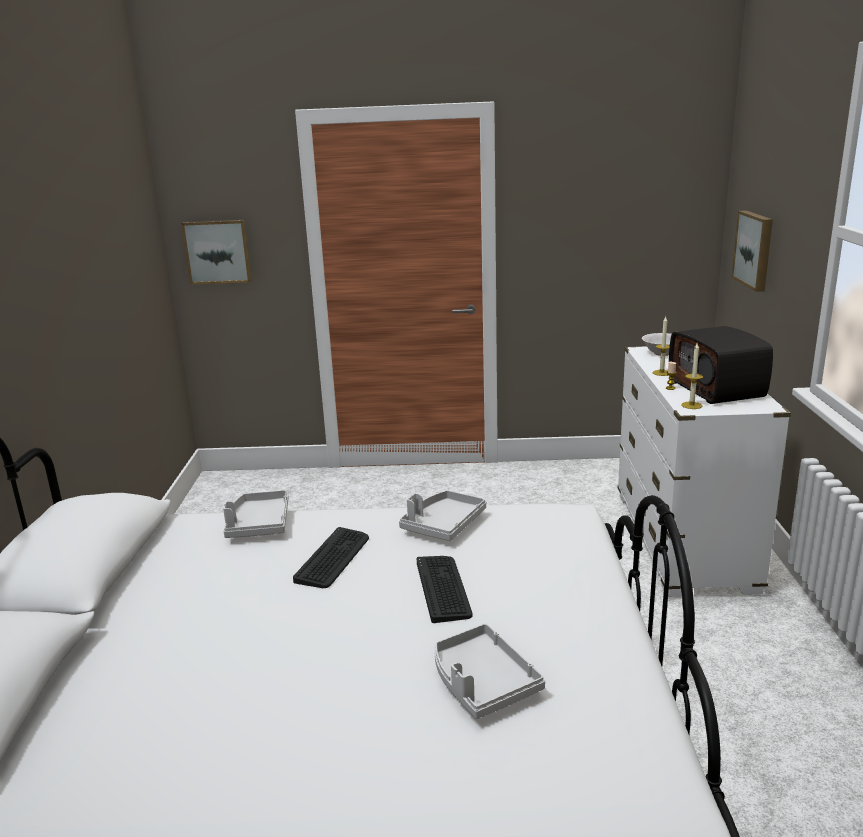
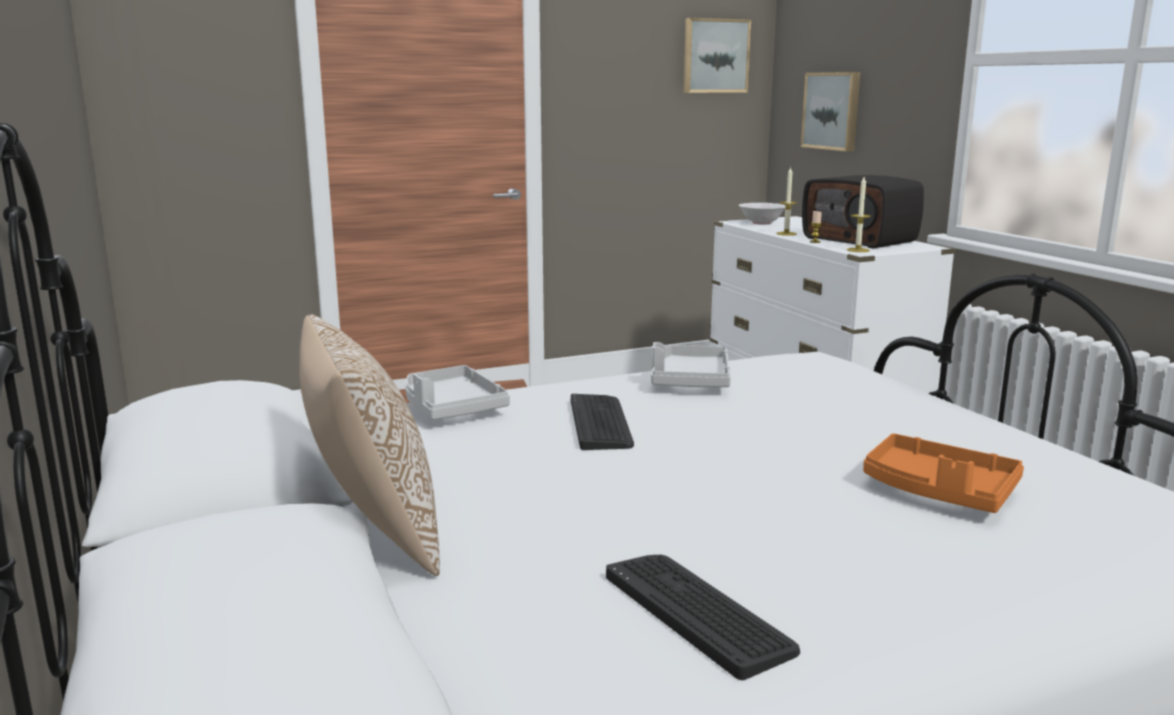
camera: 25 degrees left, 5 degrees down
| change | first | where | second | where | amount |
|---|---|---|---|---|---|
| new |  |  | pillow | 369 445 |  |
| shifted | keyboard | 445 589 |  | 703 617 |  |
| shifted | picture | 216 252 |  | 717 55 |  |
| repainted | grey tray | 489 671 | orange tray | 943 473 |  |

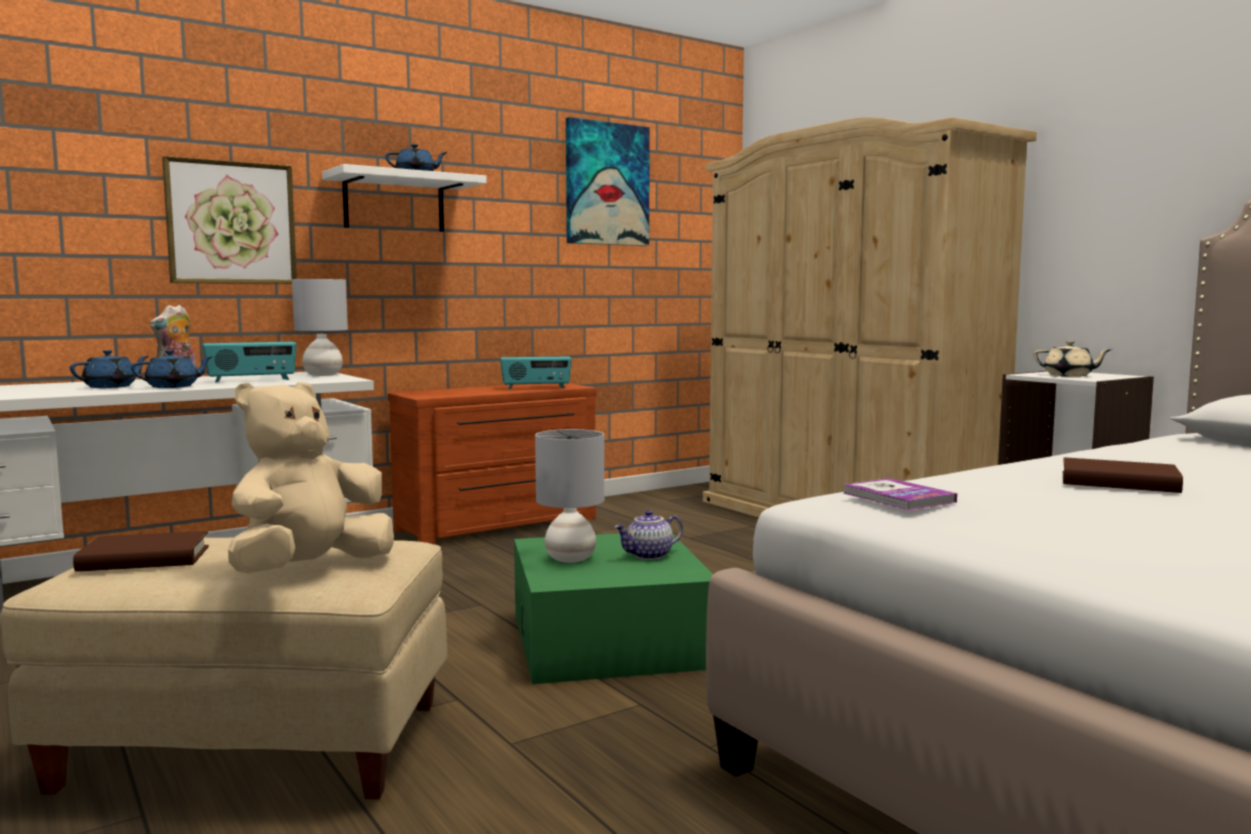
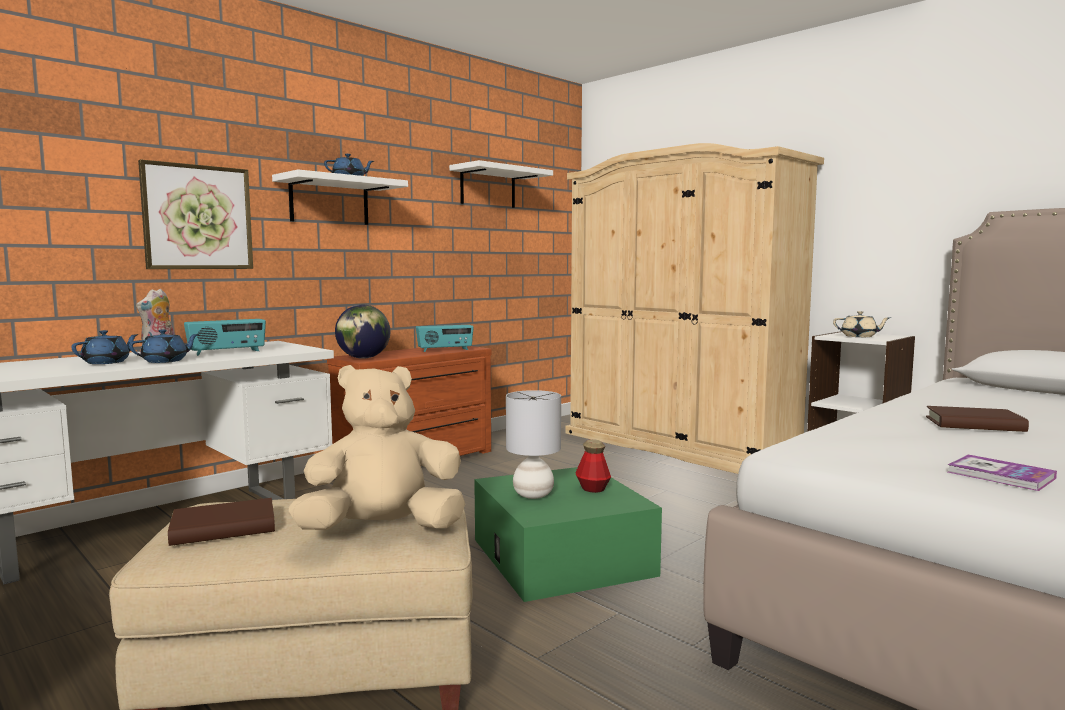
camera: 10 degrees left, 0 degrees up
| change | first | where | second | where | amount |
|---|---|---|---|---|---|
| rotated | beige plush toy | 311 477 |  | 377 447 | 45 degrees clockwise |
| new |  |  | globe | 362 332 |  |
| swapped | picture | 608 181 | white shelf | 501 184 |  |
| swapped | teapot | 649 535 | bottle | 593 466 |  |
| shifted | book | 900 494 |  | 1002 473 |  |
| gone | grey table lamp | 320 327 |  |  |  |

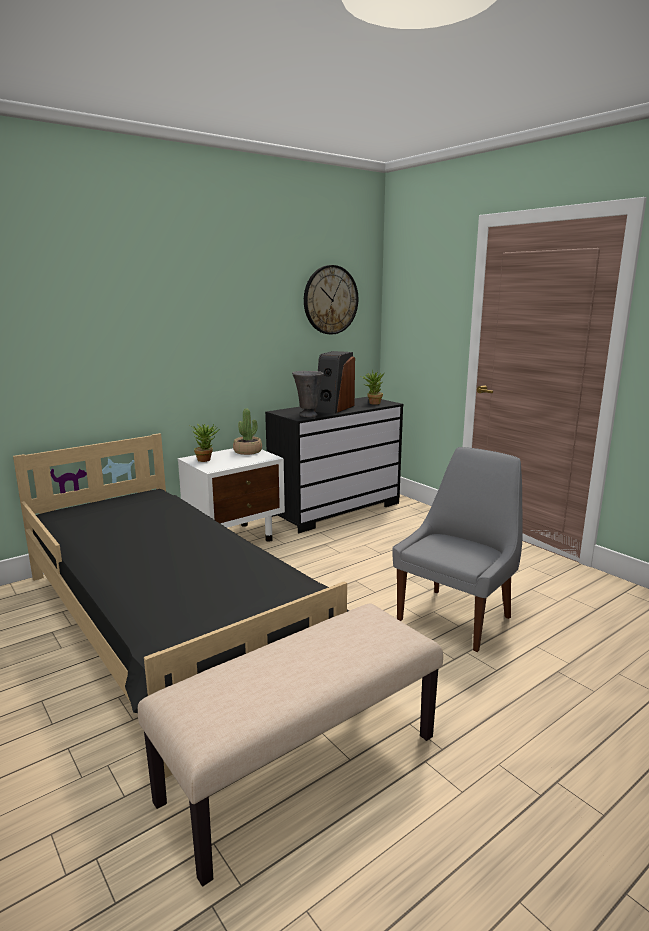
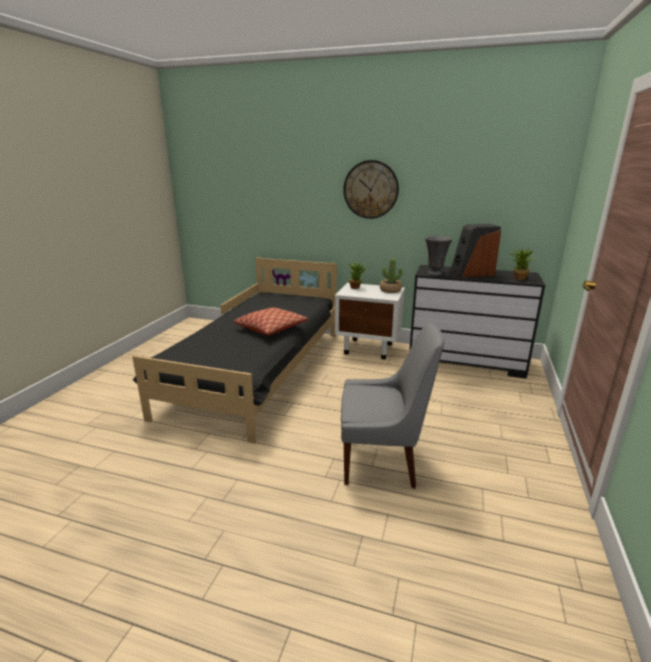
camera: 55 degrees right, 5 degrees up
| change | first | where | second | where | amount |
|---|---|---|---|---|---|
| new |  |  | pillow | 271 322 |  |
| shifted | wall clock | 331 299 |  | 371 189 |  |
| gone | beige bench | 290 745 |  |  |  |

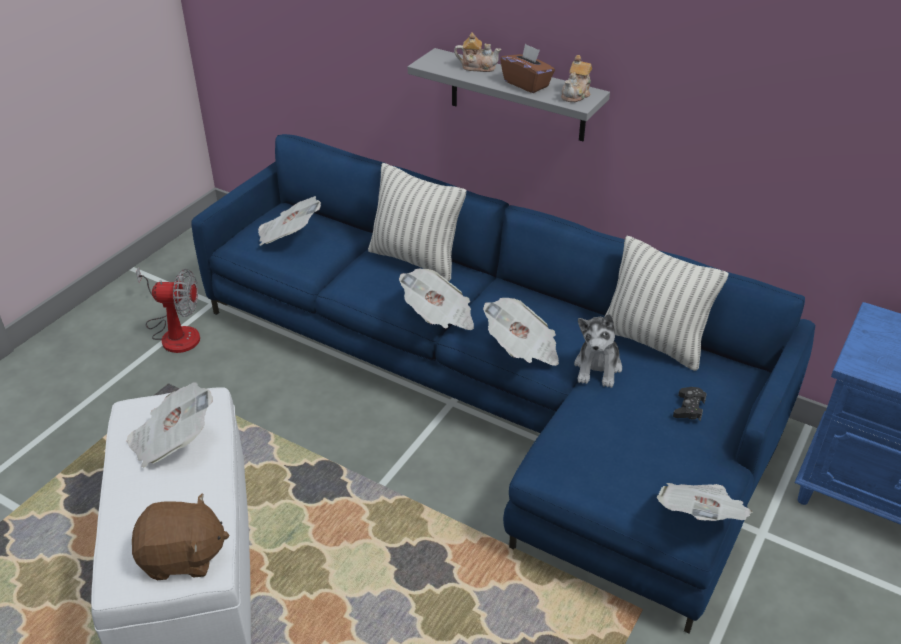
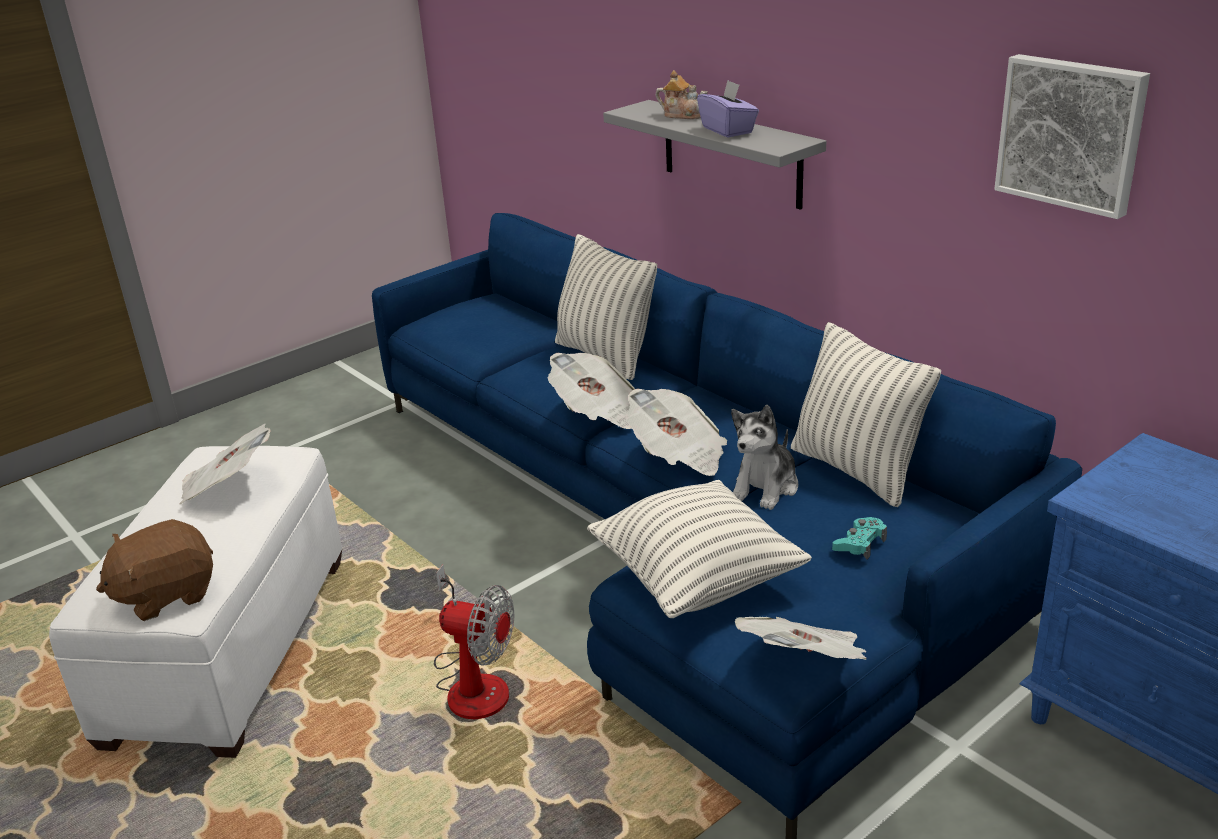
camera: 20 degrees right, 10 degrees down
| change | first | where | second | where | amount |
|---|---|---|---|---|---|
| rotated | brown plush toy | 180 536 |  | 154 570 | 135 degrees clockwise |
| shifted | fan | 168 309 |  | 474 642 |  |
| new |  |  | pillow | 699 549 |  |
| repainted | brown tissue box | 527 68 | purple tissue box | 728 108 |  |
| repainted | black game controller | 690 404 | turquoise game controller | 859 538 |  |
| new |  |  | picture | 1072 136 |  |
| gone | newspaper | 289 221 |  |  |  |
| gone | teapot | 576 78 |  |  |  |

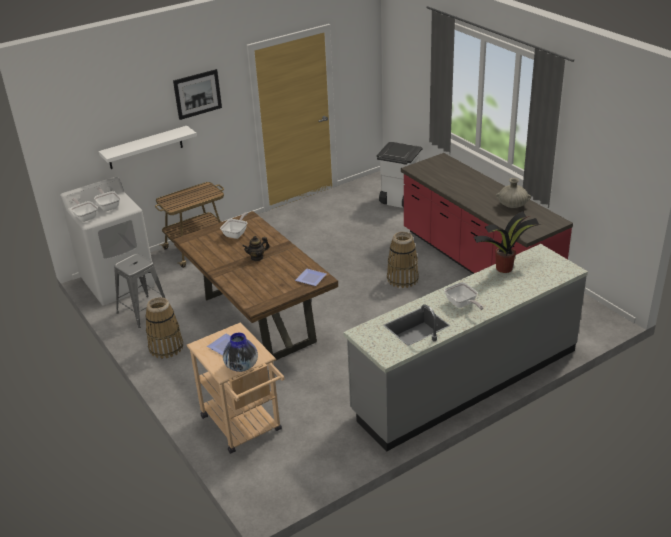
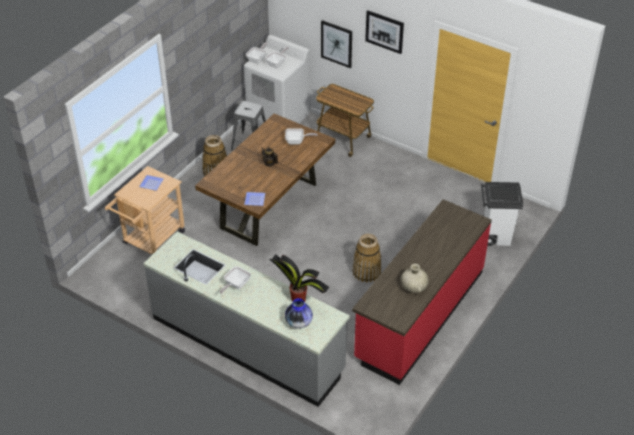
camera: 65 degrees right, 10 degrees up
| change | first | where | second | where | amount |
|---|---|---|---|---|---|
| shifted | vase | 240 352 |  | 299 313 |  |
| swapped | white shelf | 148 147 | picture | 336 44 |  |

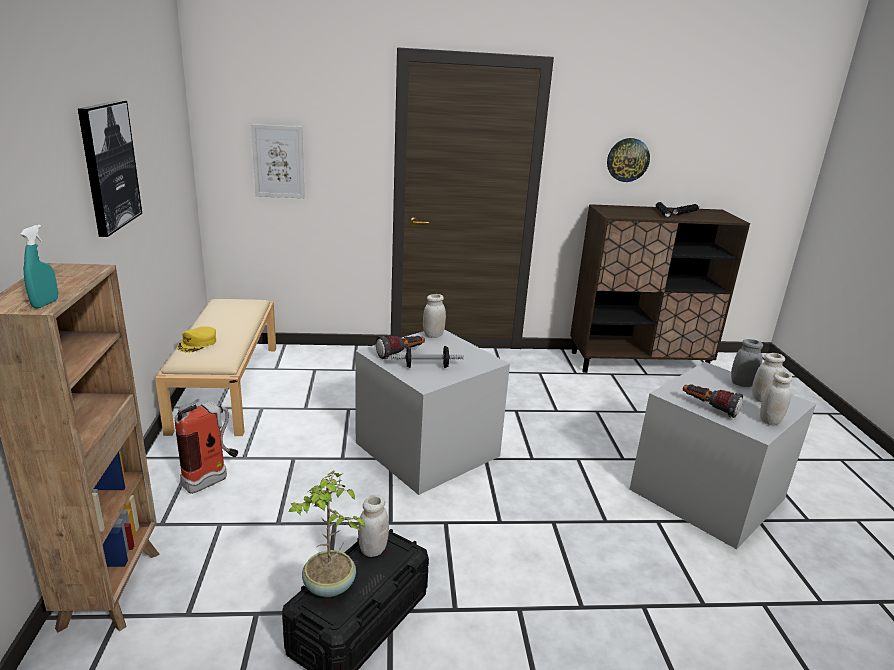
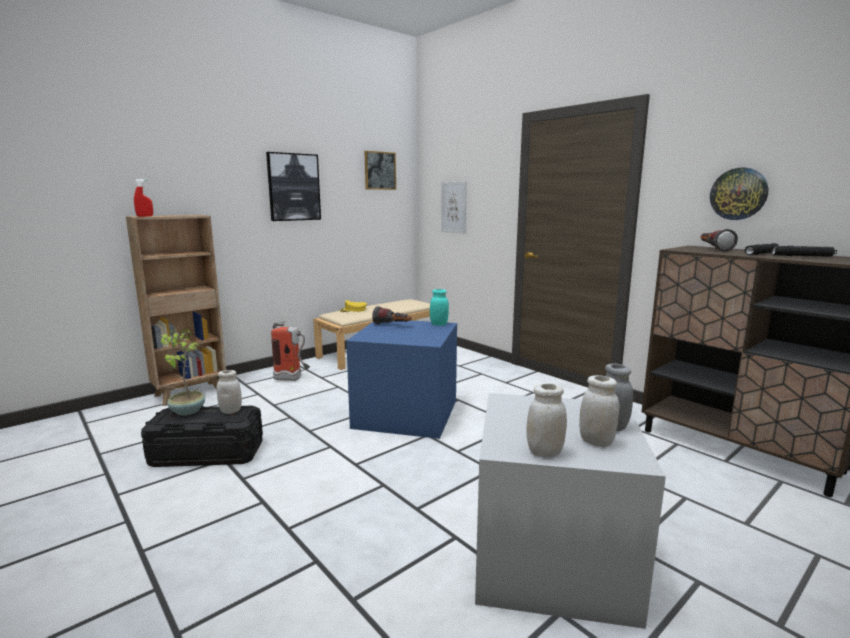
camera: 55 degrees right, 10 degrees down
| change | first | where | second | where | amount |
|---|---|---|---|---|---|
| repainted | turquoise spray bottle | 39 267 | red spray bottle | 143 198 |  |
| repainted | grey storage box | 432 412 | blue storage box | 401 379 |  |
| new |  |  | picture | 380 170 |  |
| repainted | white jar | 434 316 | turquoise jar | 439 307 |  |
| shifted | flashlight | 713 401 |  | 719 240 |  |
| gone | dumbbell | 427 357 |  |  |  |

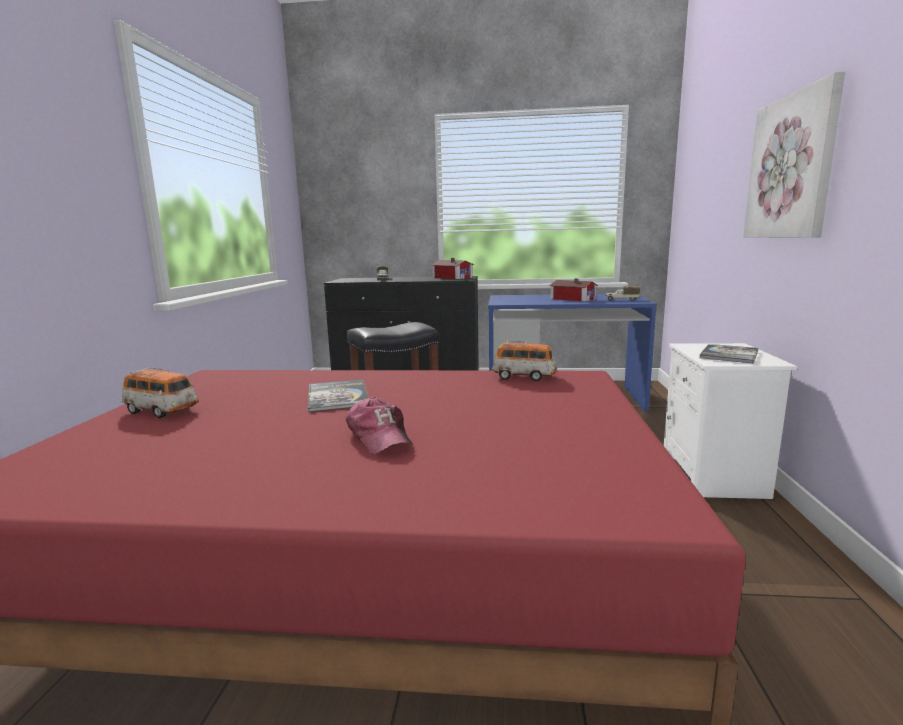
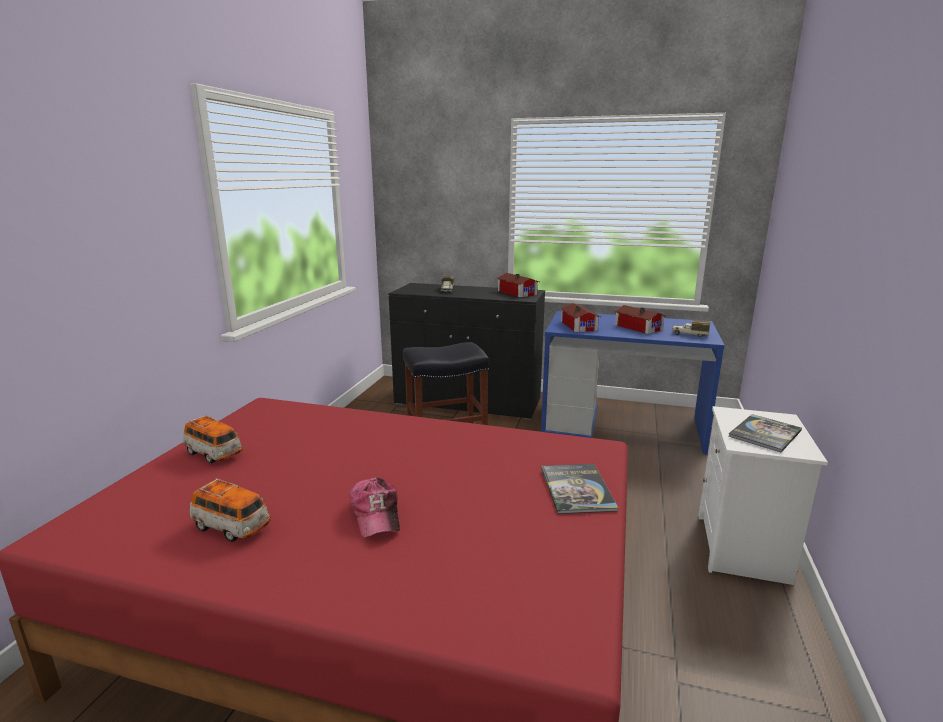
camera: 10 degrees right, 5 degrees up
| change | first | where | second | where | amount |
|---|---|---|---|---|---|
| shifted | toy car | 524 360 |  | 230 510 |  |
| shifted | book | 338 395 |  | 579 489 |  |
| new |  |  | toy house | 580 317 |  |
| gone | picture | 794 155 |  |  |  |

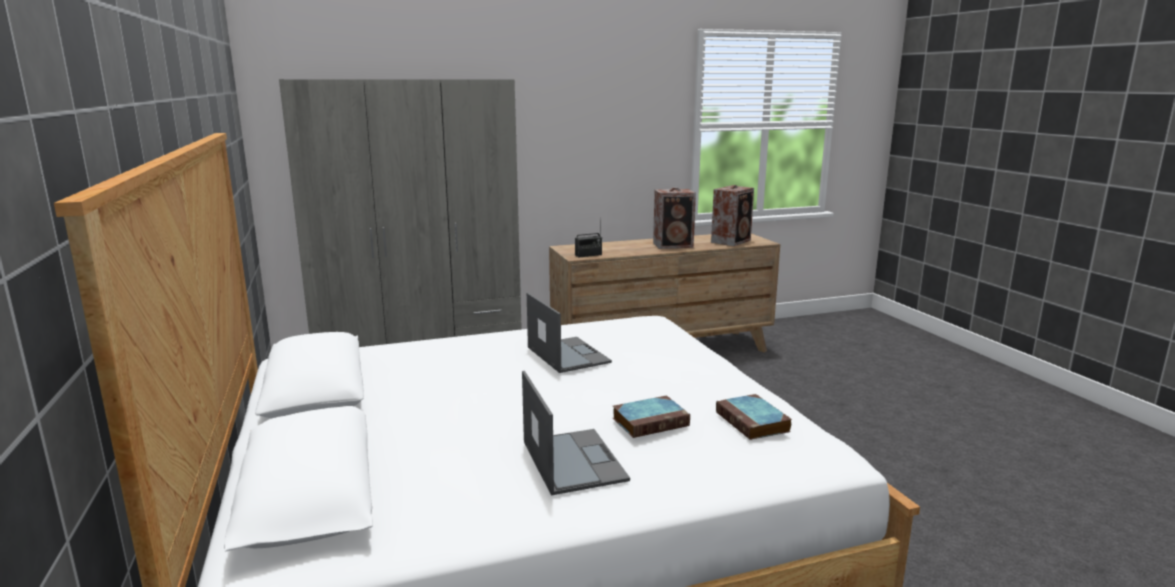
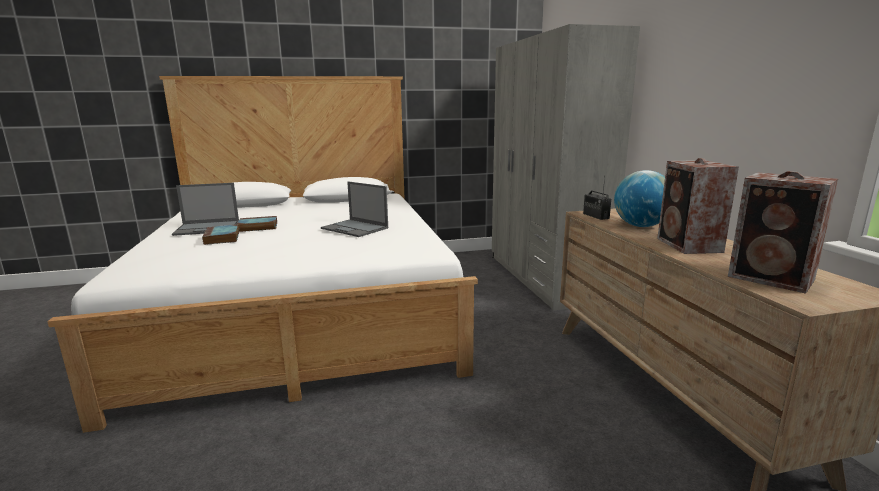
camera: 95 degrees right, 0 degrees up
| change | first | where | second | where | amount |
|---|---|---|---|---|---|
| shifted | book | 754 417 |  | 257 224 |  |
| rotated | laptop | 569 333 |  | 354 209 | 60 degrees clockwise |
| new |  |  | globe | 639 198 |  |

